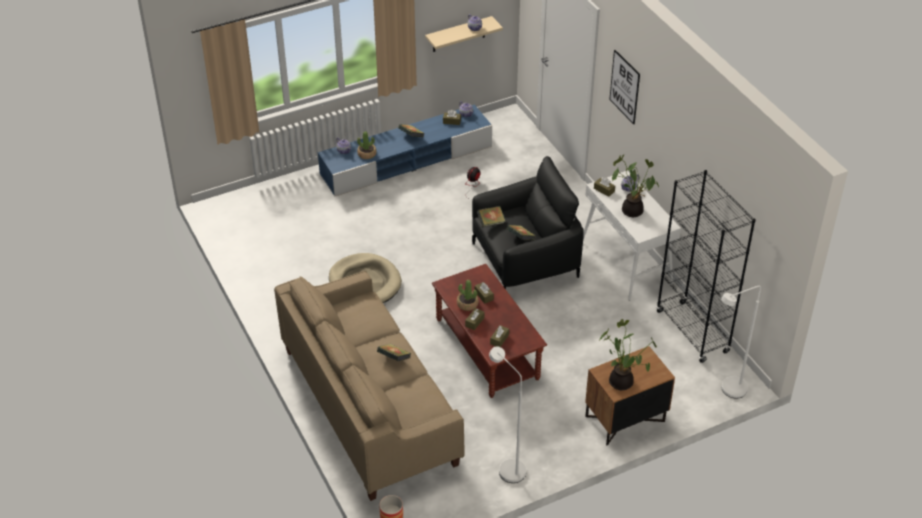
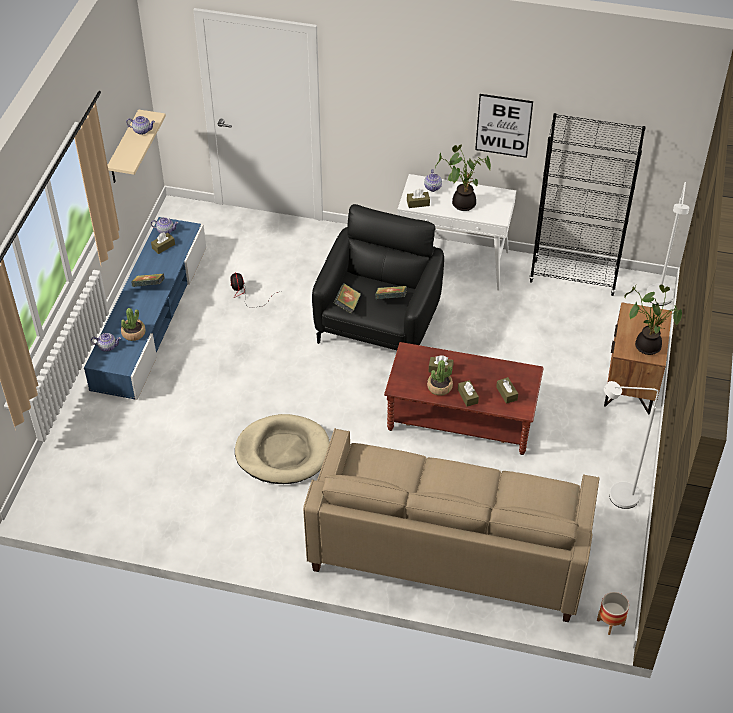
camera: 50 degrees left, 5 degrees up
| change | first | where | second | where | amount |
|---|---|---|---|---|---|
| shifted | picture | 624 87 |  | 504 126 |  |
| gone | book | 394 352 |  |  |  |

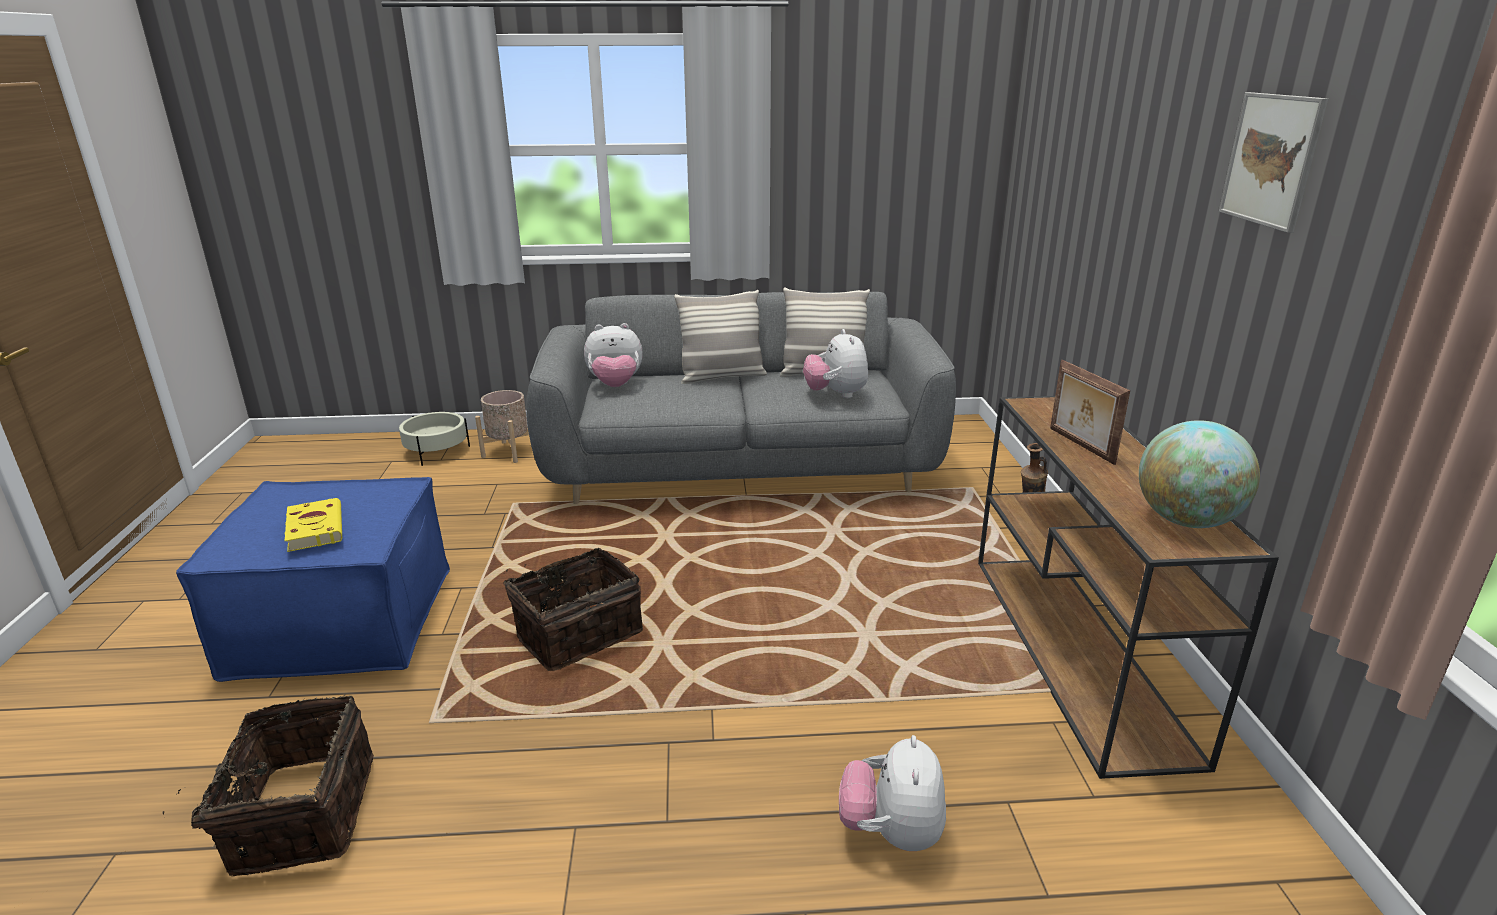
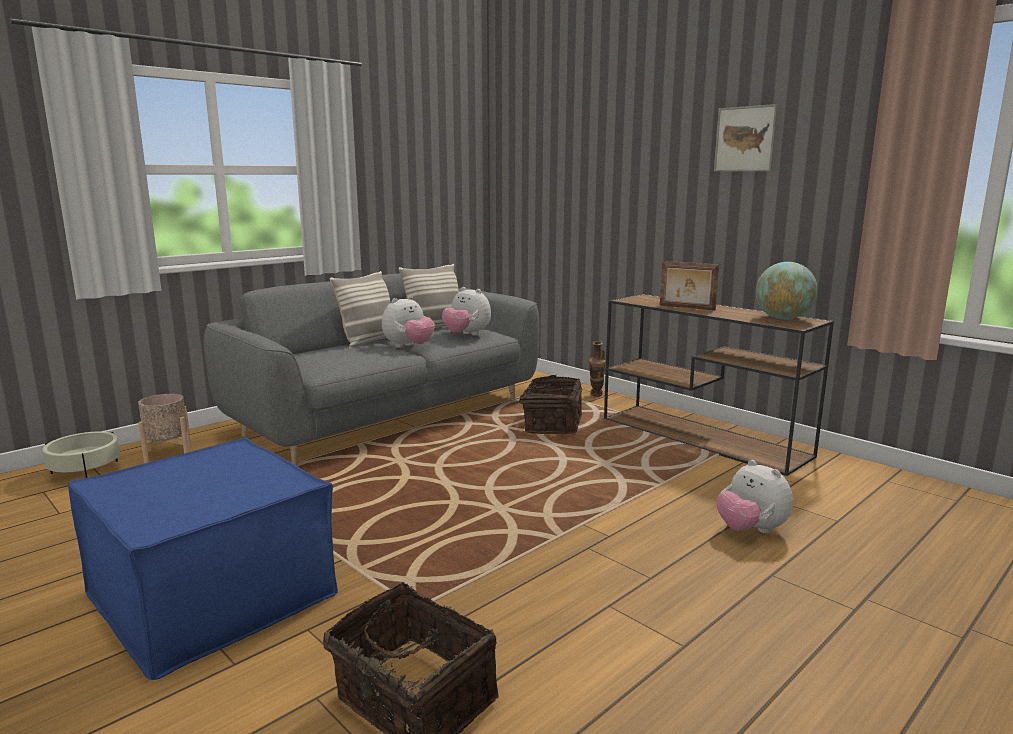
camera: 40 degrees left, 10 degrees down
| change | first | where | second | where | amount |
|---|---|---|---|---|---|
| shifted | plush toy | 613 355 |  | 408 322 |  |
| shifted | basket | 573 609 |  | 544 404 |  |
| gone | yellow book | 313 525 |  |  |  |

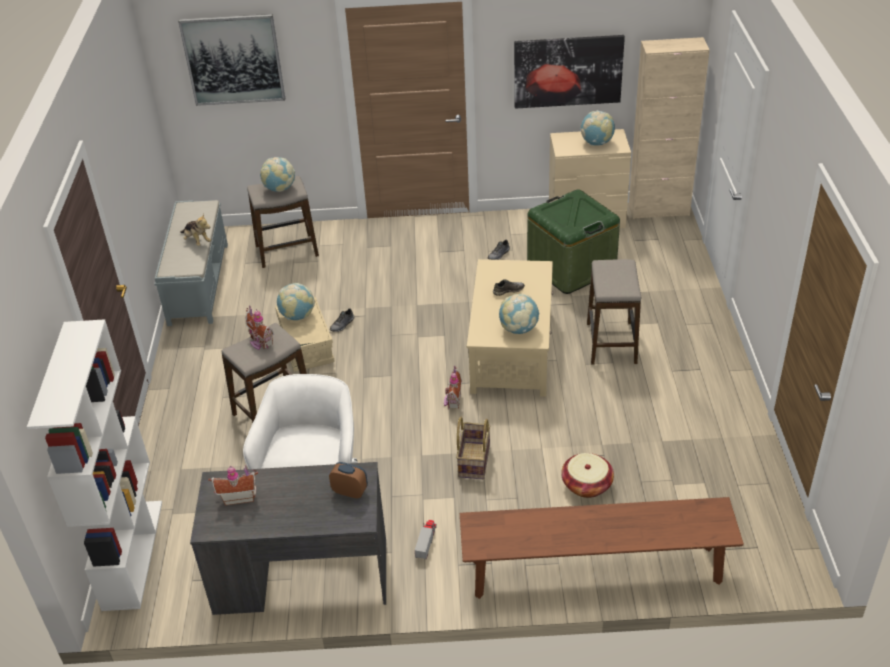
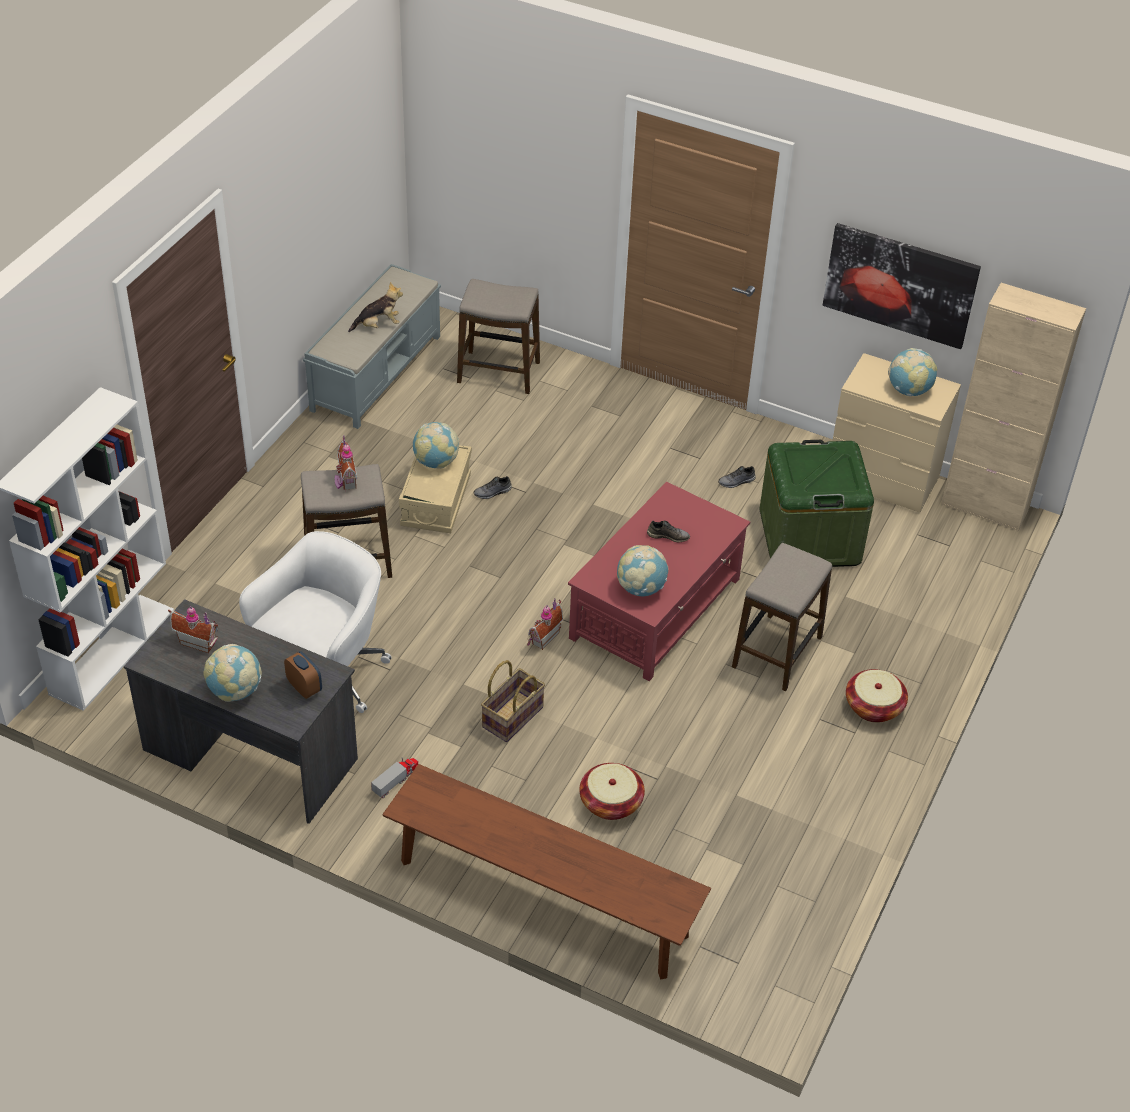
camera: 25 degrees right, 5 degrees up
| change | first | where | second | where | amount |
|---|---|---|---|---|---|
| shifted | globe | 277 174 |  | 232 673 |  |
| rotated | plush toy | 195 230 |  | 375 307 | 90 degrees counterclockwise |
| repainted | beige coffee table | 510 328 | red coffee table | 659 581 |  |
| new |  |  | basket | 877 696 |  |
| gone | picture | 231 60 |  |  |  |

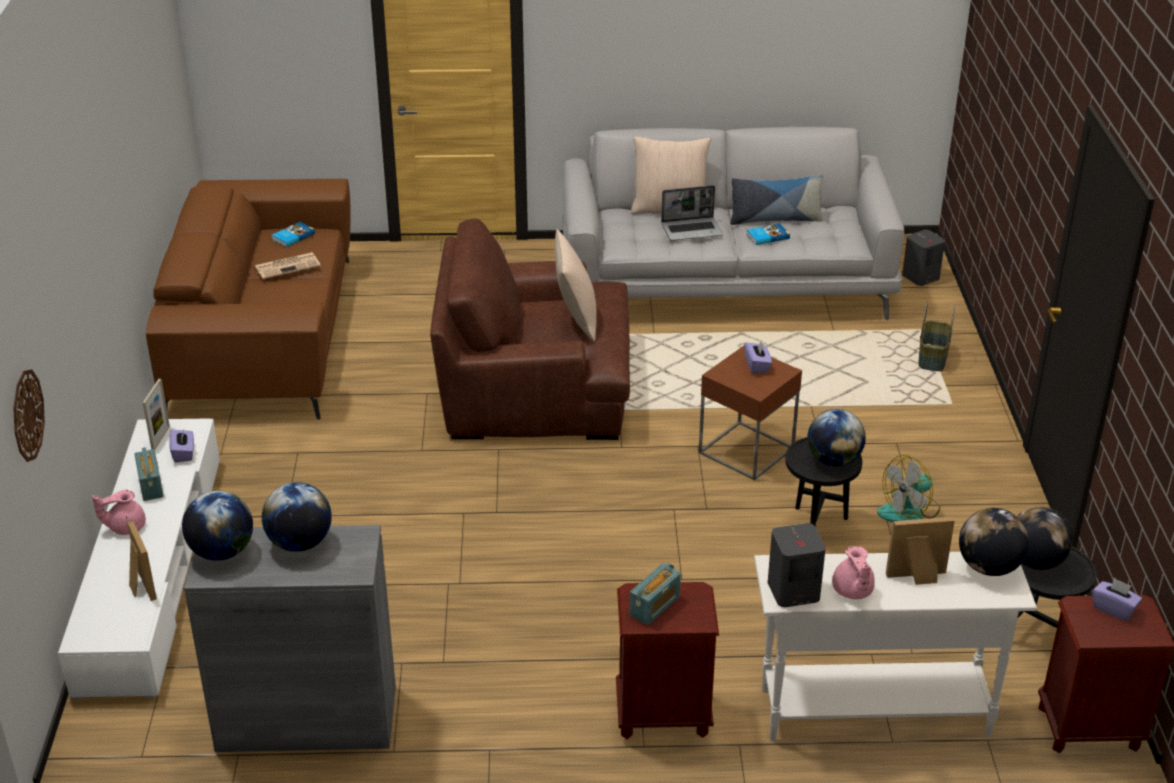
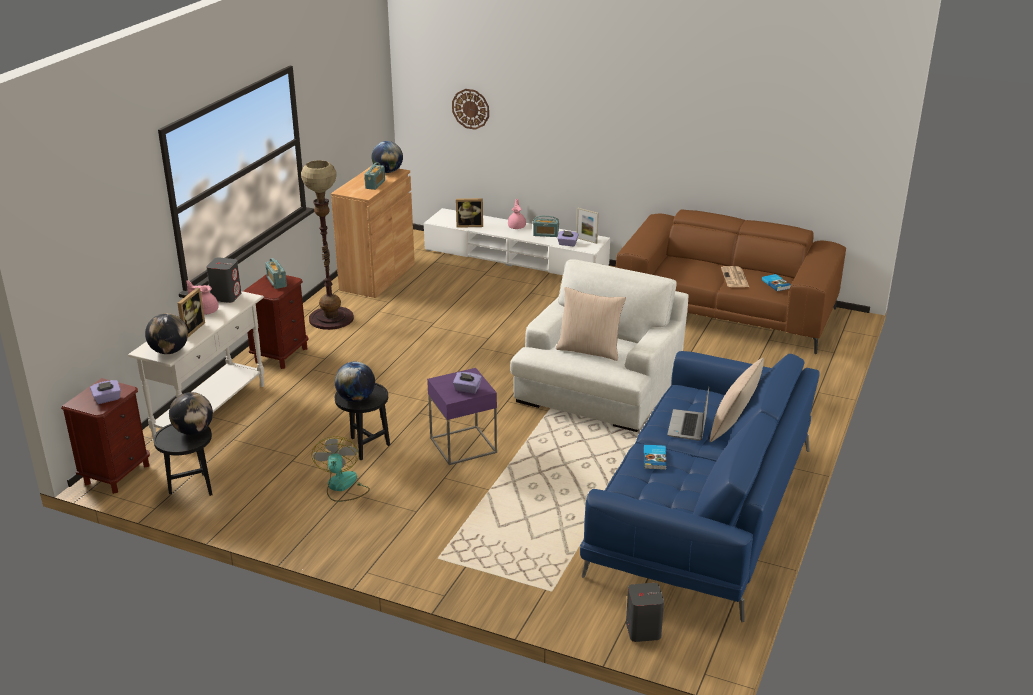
camera: 115 degrees right, 5 degrees down
| change | first | where | second | where | amount |
|---|---|---|---|---|---|
| new |  |  | floor lamp | 327 245 |  |
| repainted | grey cabinet | 290 638 | brown cabinet | 373 232 |  |
| swapped | globe | 297 517 | radio | 374 176 |  |
| repainted | brown side table | 750 413 | purple side table | 462 416 |  |
| repainted | brown armchair | 530 329 | white armchair | 599 345 |  |
| repainted | grey sofa | 733 223 | blue sofa | 700 487 |  |
| gone | pillow | 776 199 |  |  |  |
| gone | basket | 936 335 |  |  |  |

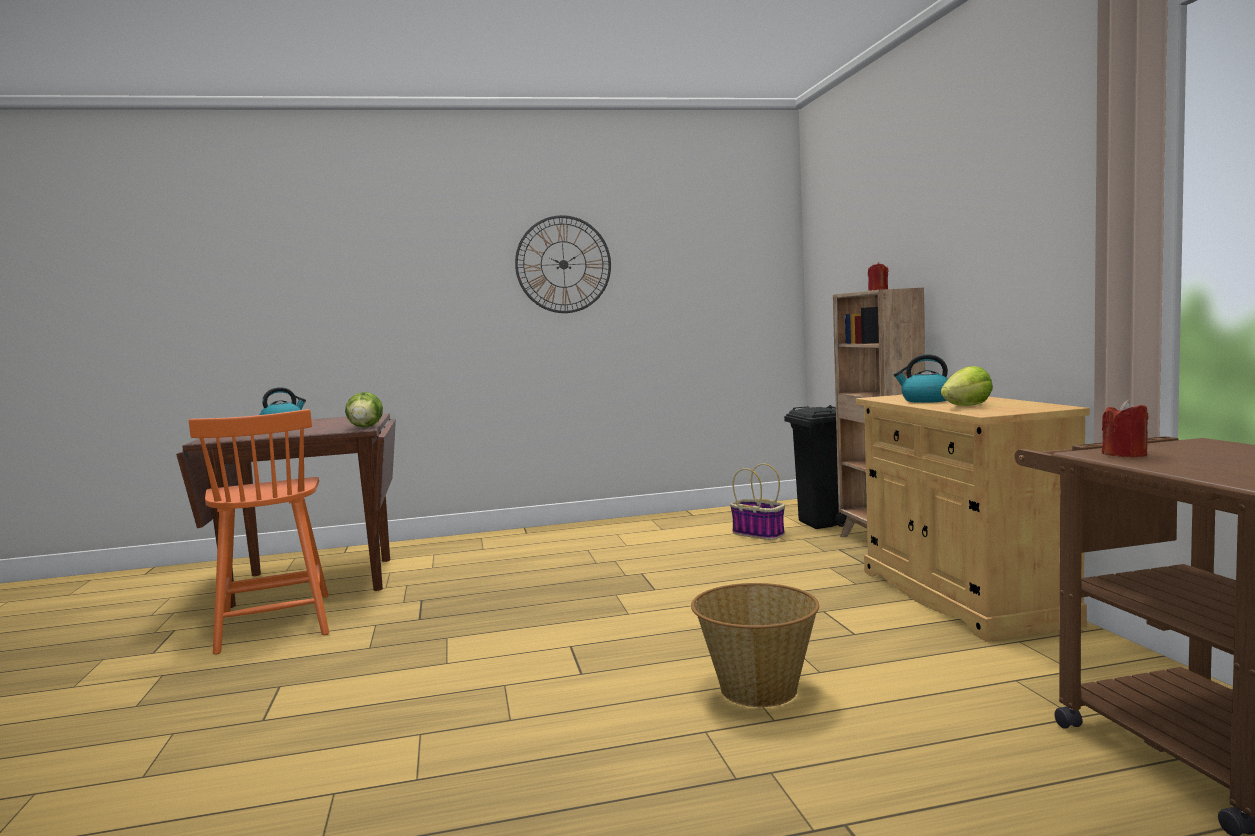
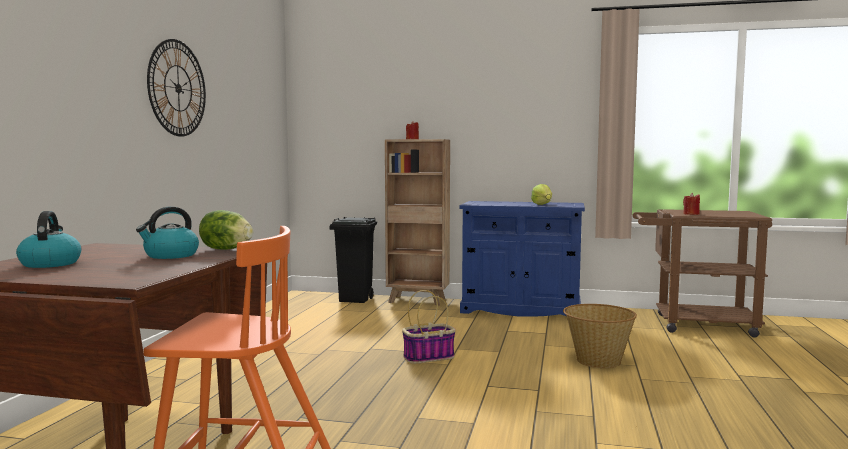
camera: 65 degrees left, 0 degrees up
| change | first | where | second | where | amount |
|---|---|---|---|---|---|
| shifted | kettle | 921 378 |  | 167 233 |  |
| shifted | basket | 757 501 |  | 429 327 |  |
| repainted | beige cabinet | 973 518 | blue cabinet | 522 259 |  |

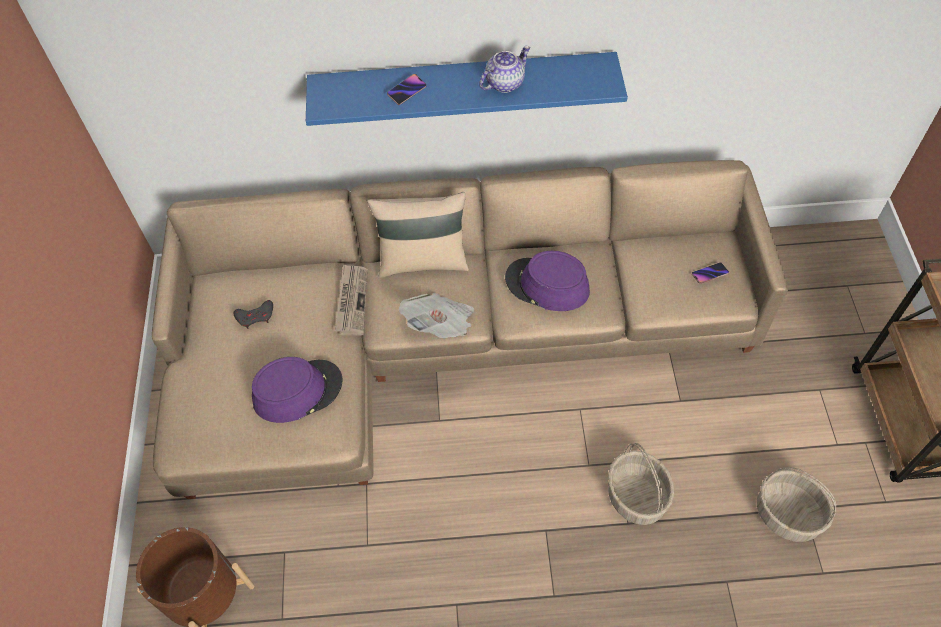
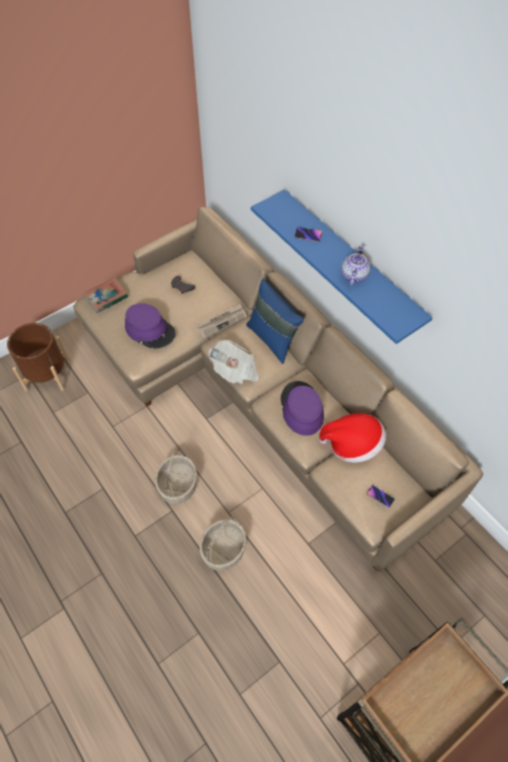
camera: 55 degrees right, 0 degrees up
| change | first | where | second | where | amount |
|---|---|---|---|---|---|
| new |  |  | book | 105 295 |  |
| shifted | basket | 796 504 |  | 176 476 |  |
| repainted | beige pillow | 418 235 | blue pillow | 275 321 |  |
| new |  |  | hat | 352 438 |  |
| rotated | teapot | 504 69 |  | 355 265 | 90 degrees counterclockwise |

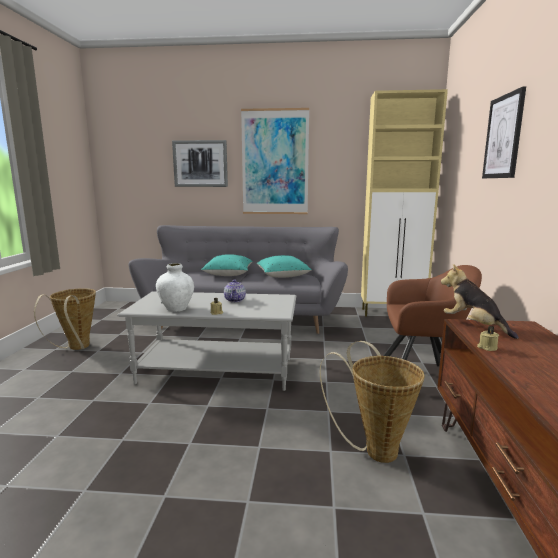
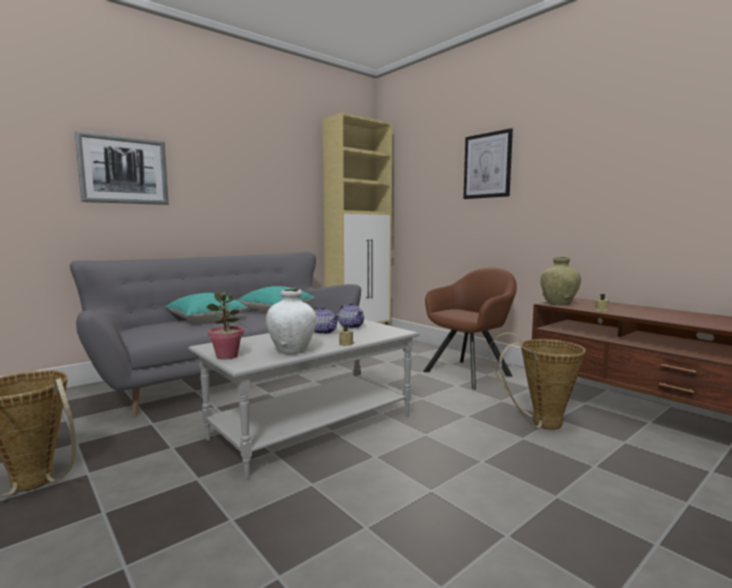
camera: 45 degrees left, 5 degrees down
| change | first | where | second | where | amount |
|---|---|---|---|---|---|
| new |  |  | potted plant | 225 325 |  |
| new |  |  | teapot | 351 315 |  |
| swapped | plush toy | 480 301 | beige vase | 560 281 |  |
| gone | picture | 275 161 |  |  |  |

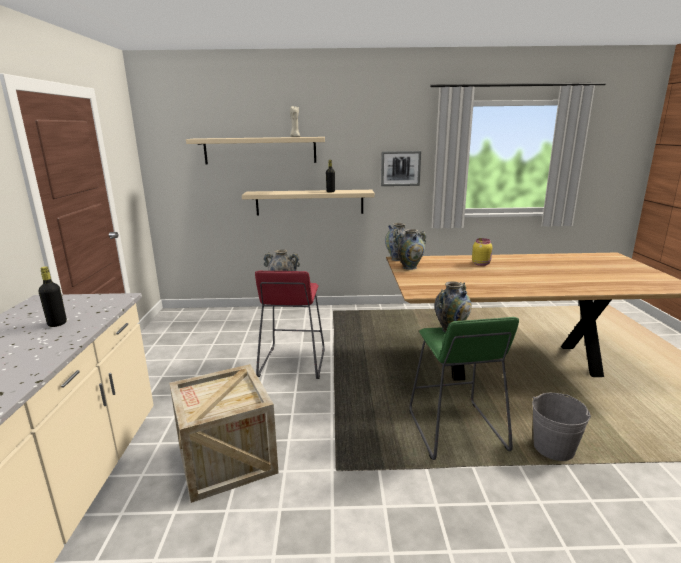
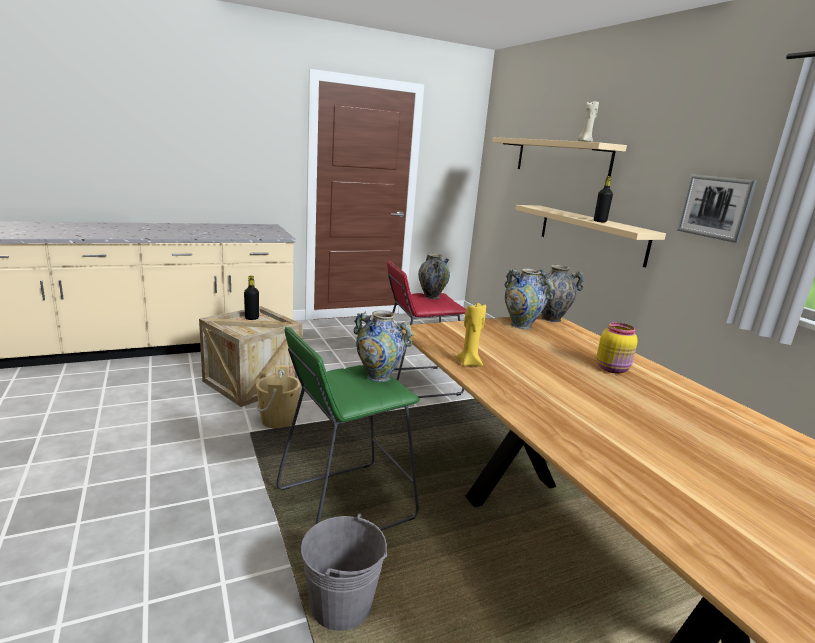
camera: 65 degrees right, 0 degrees up
| change | first | where | second | where | amount |
|---|---|---|---|---|---|
| shifted | black bottle | 53 296 |  | 251 297 |  |
| new |  |  | beige bucket | 278 397 |  |
| new |  |  | yellow candle | 470 334 |  |

